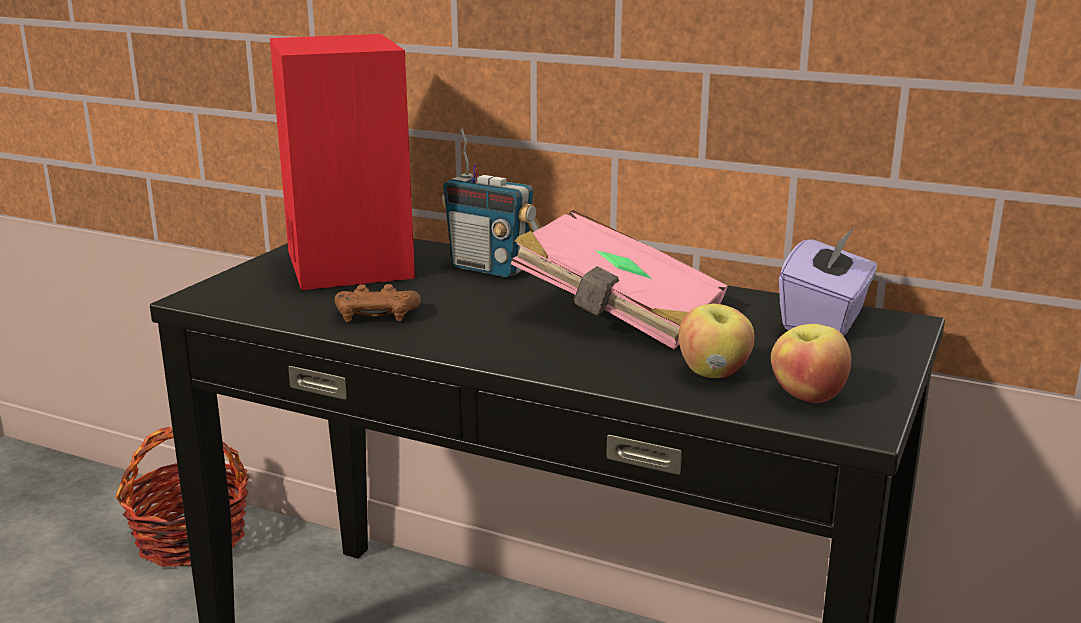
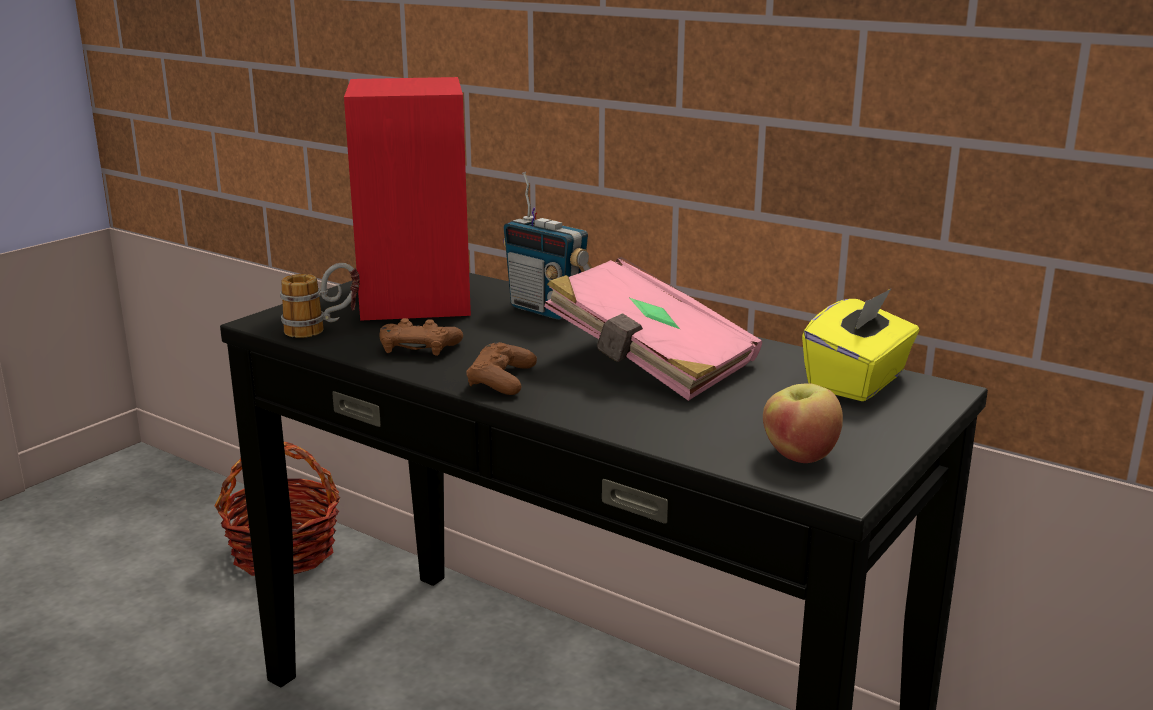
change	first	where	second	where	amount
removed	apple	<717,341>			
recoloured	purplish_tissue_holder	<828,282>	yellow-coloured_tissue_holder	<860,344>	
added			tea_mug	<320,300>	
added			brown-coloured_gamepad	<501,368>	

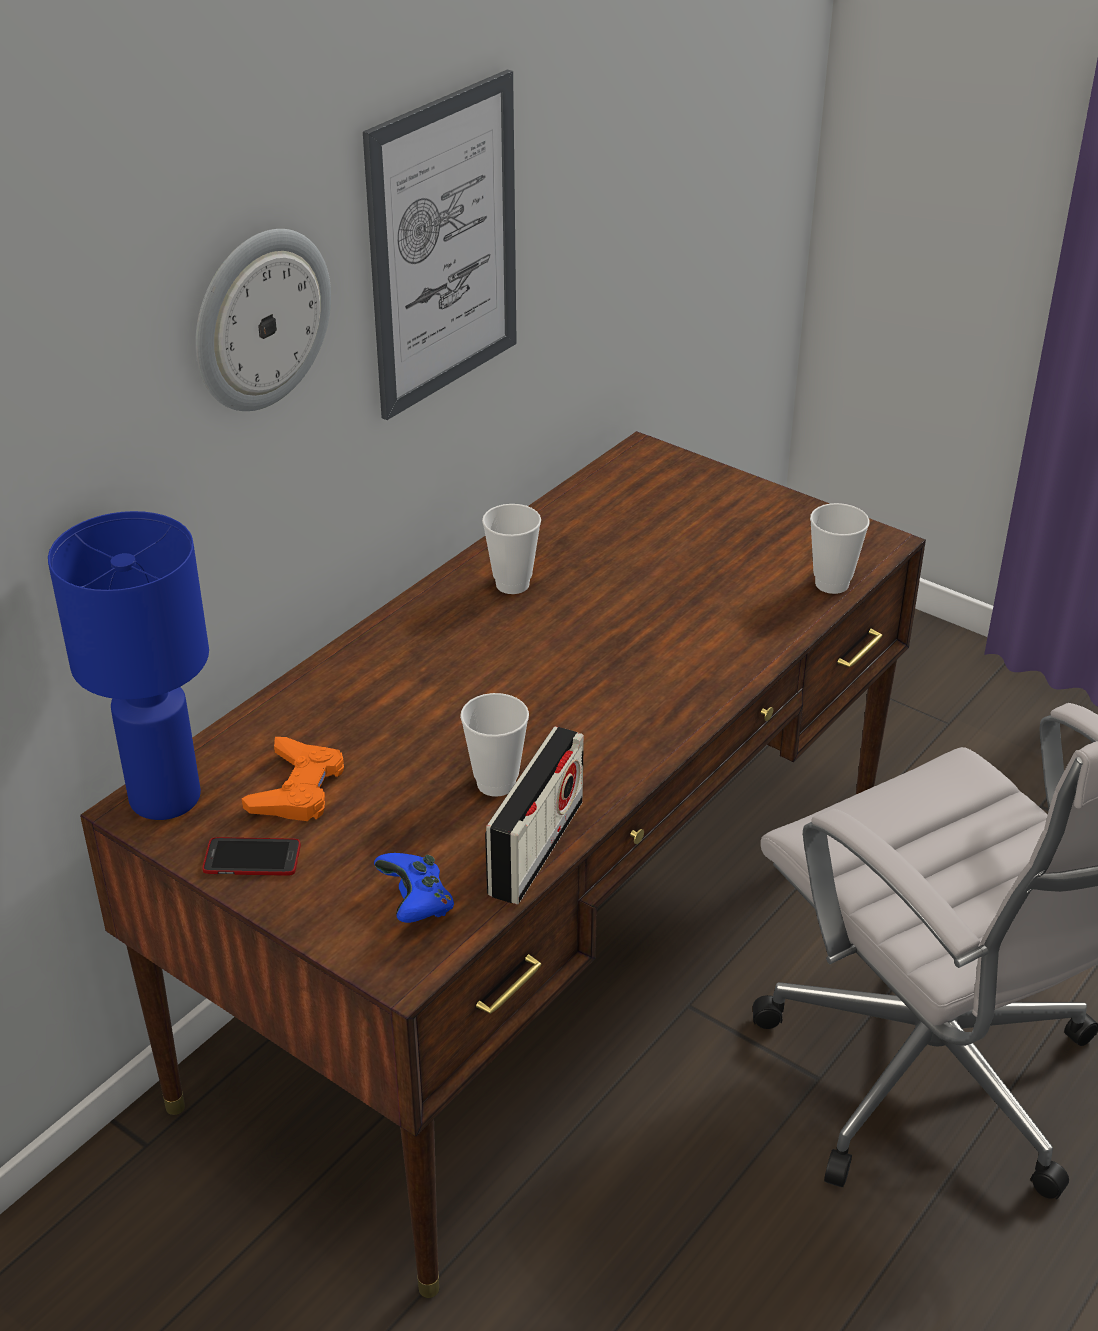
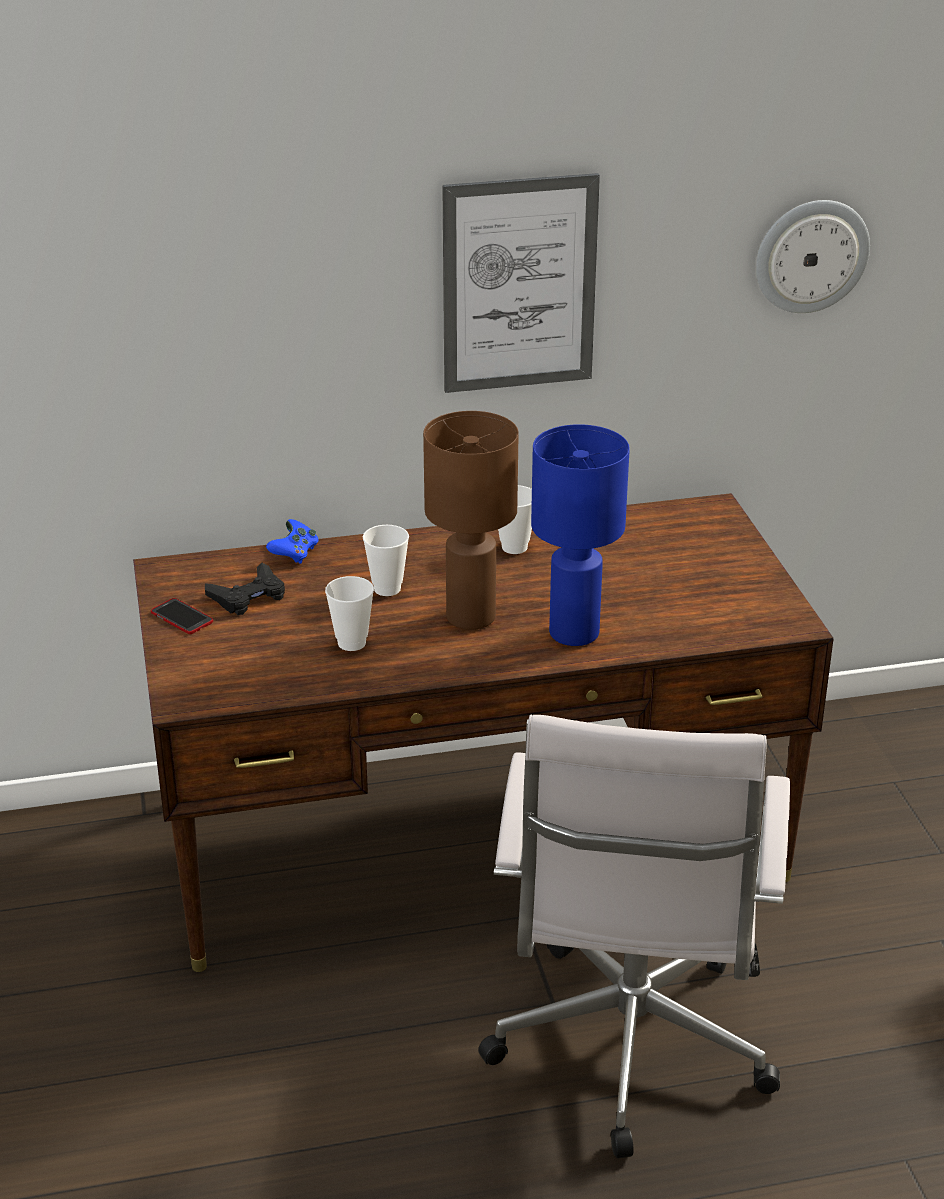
change	first	where	second	where	amount
moved	blue_lamp_for_a_table	<128,665>		<580,535>	
moved	hanging_clock	<263,320>		<813,256>	
recoloured	orangey_gamepad	<293,779>	black_gamepad	<245,589>	
moved	blue_gamepad	<414,888>		<292,541>	
removed	radio_set	<534,815>			
moved	small_cup	<840,548>		<386,560>	
added			brown-coloured_lamp_for_a_table	<471,520>	

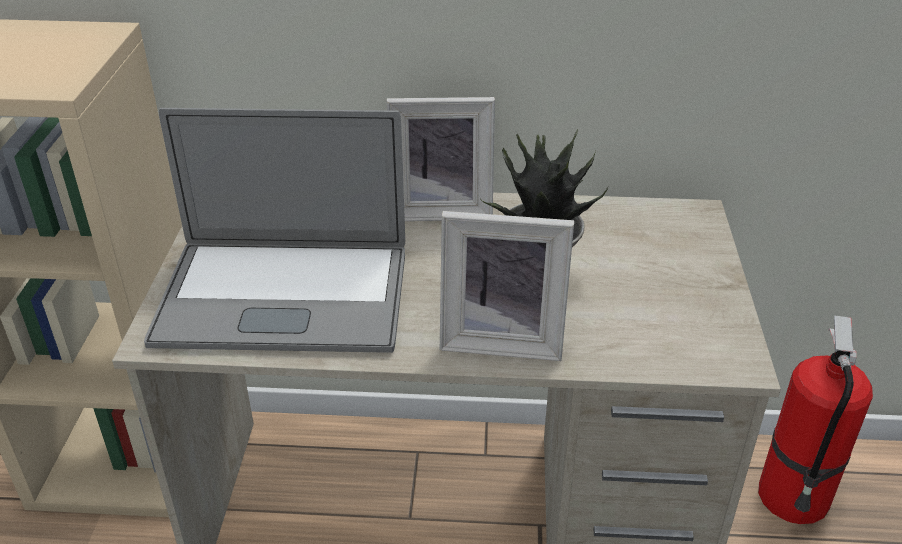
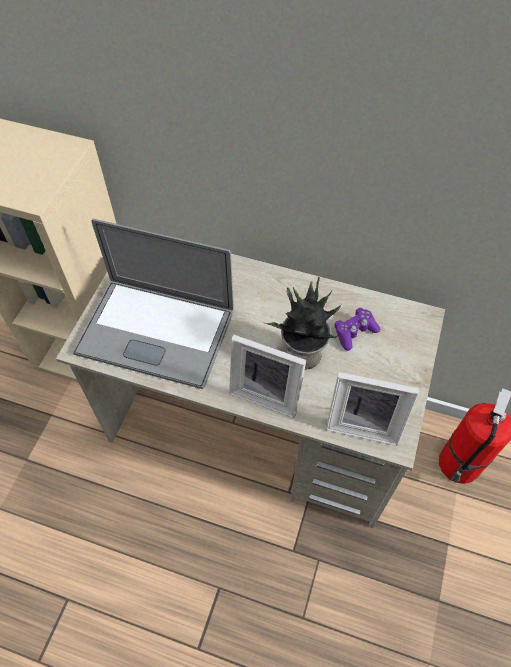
change	first	where	second	where	amount
moved	picture_frame	<441,159>		<372,409>	
added			purplish_gamepad	<357,329>	

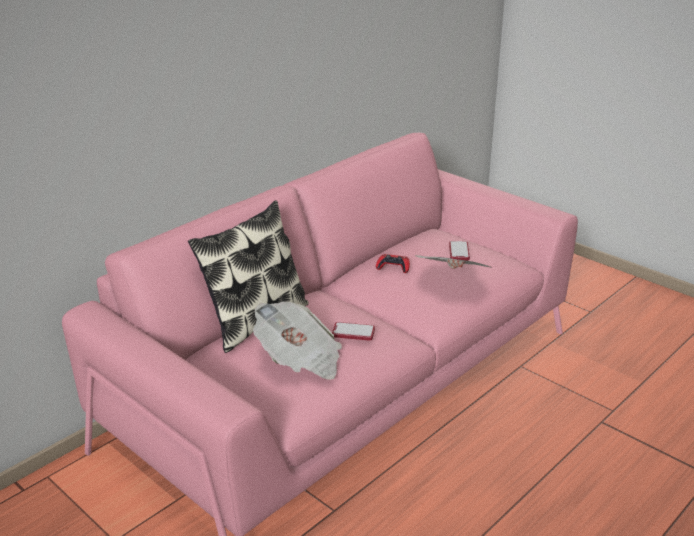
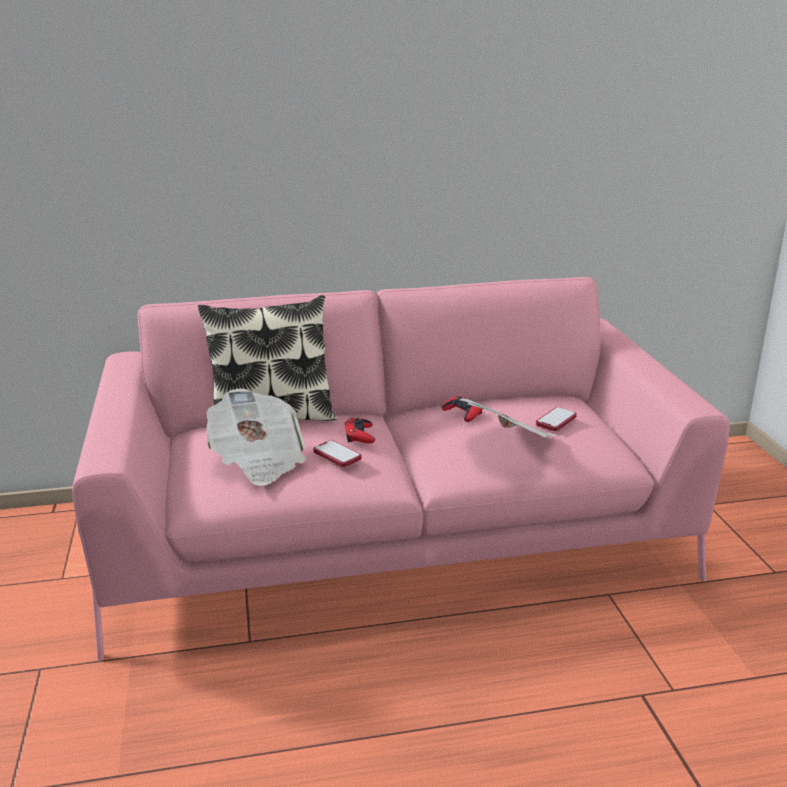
change	first	where	second	where	amount
added			reddish_gamepad	<360,431>	

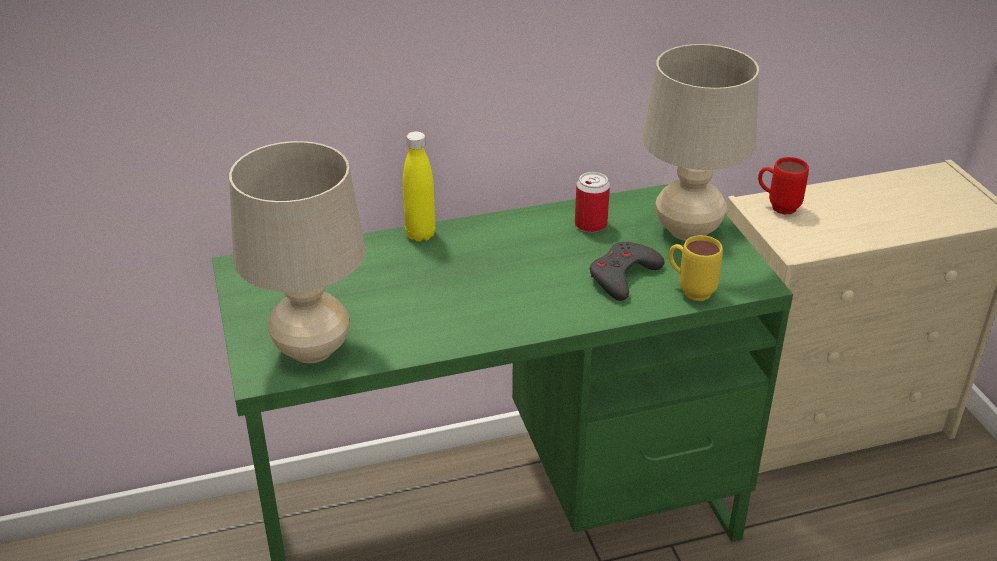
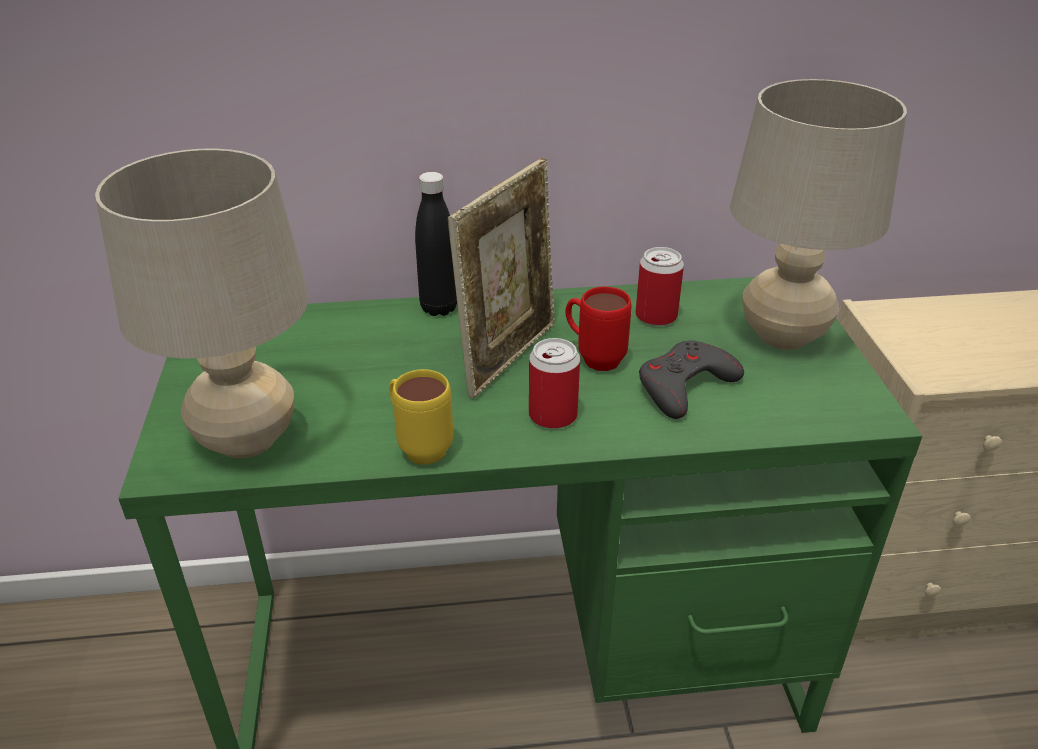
change	first	where	second	where	amount
recoloured	yellow-coloured_bottle	<419,186>	black_bottle	<436,244>	
moved	yellow-coloured_tea_mug	<696,268>		<421,417>	
moved	reddish_tea_mug	<783,185>		<599,329>	
added			picture_frame	<501,278>	
added			metal_can	<554,383>	

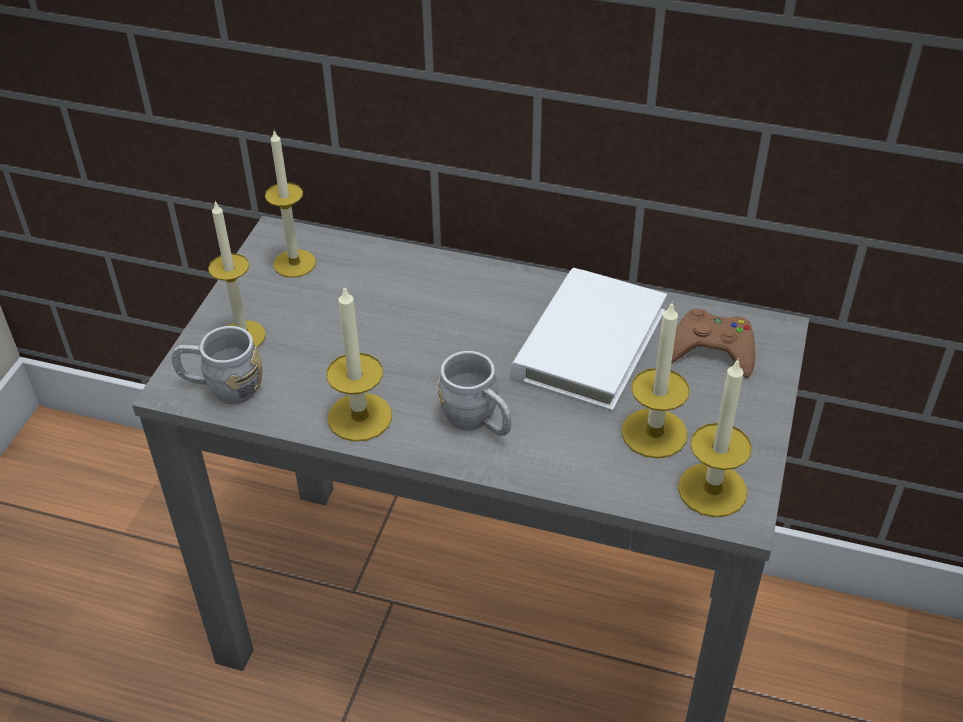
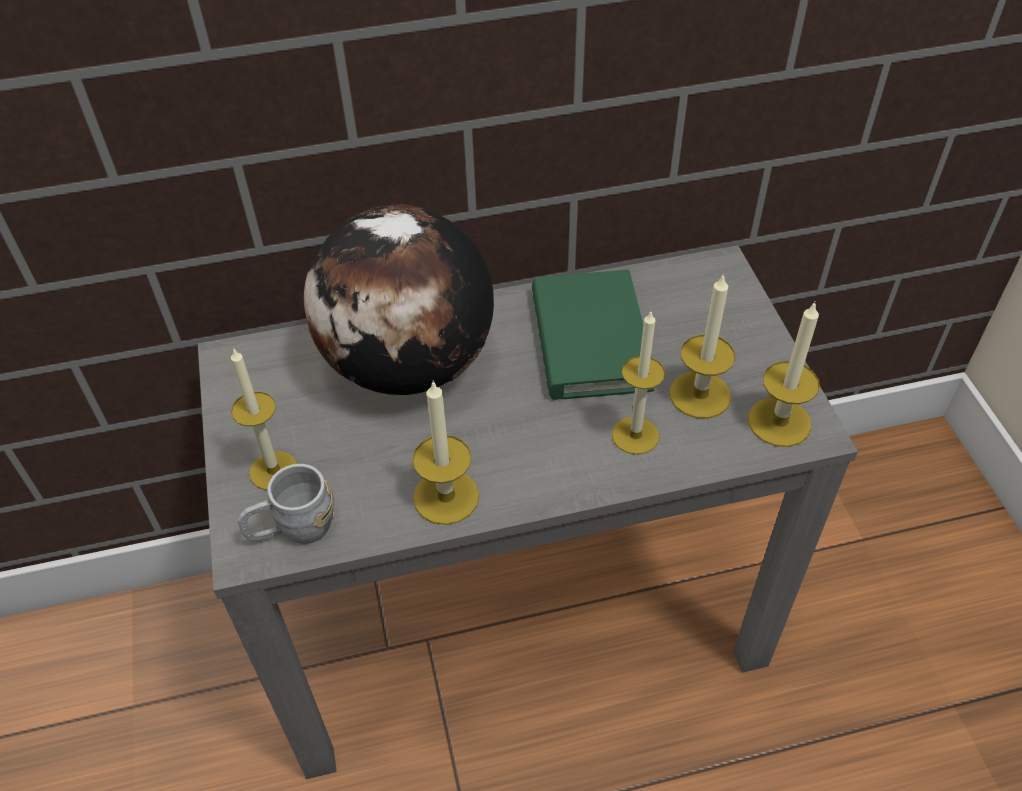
change	first	where	second	where	amount
moved	wax_candle	<290,204>		<638,383>	
removed	grey_tea_mug	<474,393>			
recoloured	whitish_volume	<588,339>	green-coloured_volume	<593,335>	
removed	brown-coloured_gamepad	<713,343>			
added			desk_globe	<399,300>	

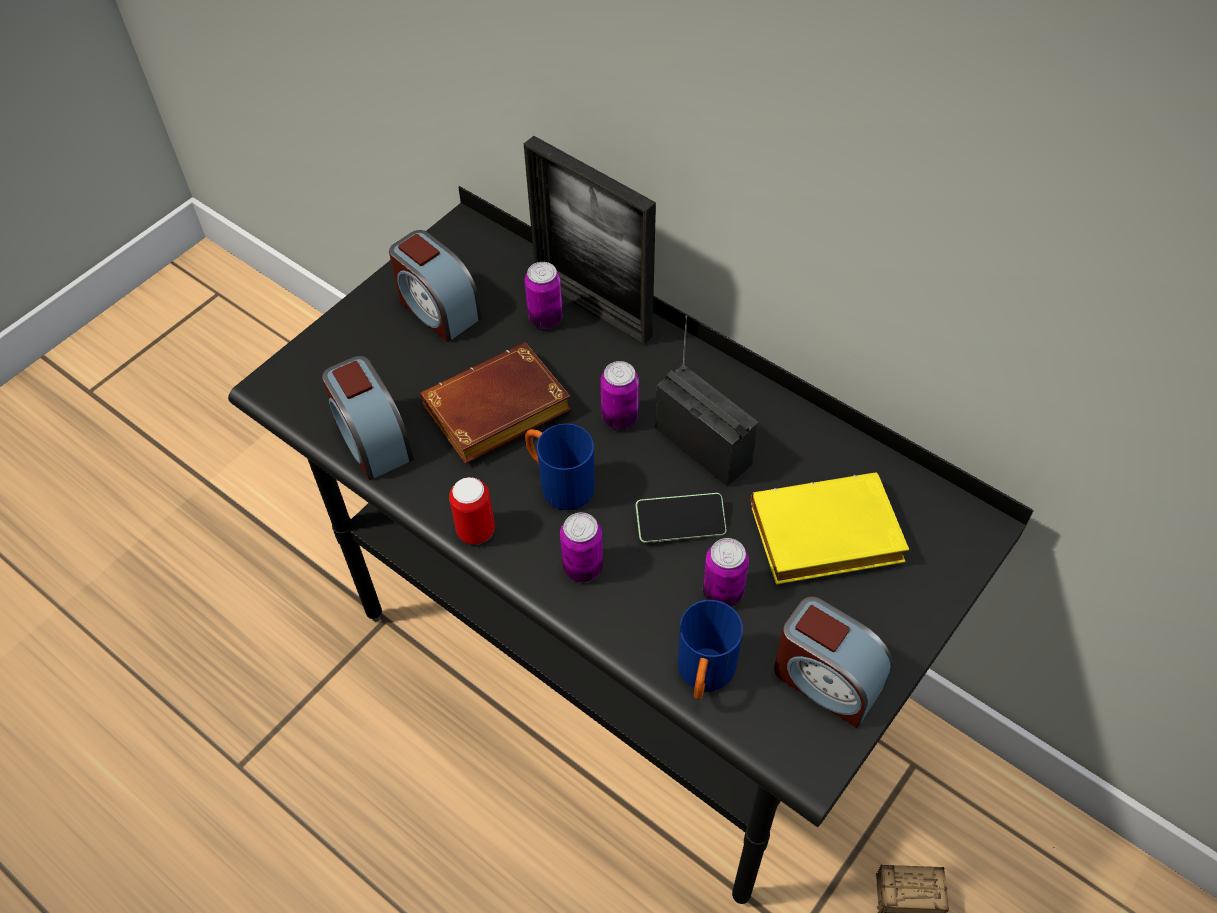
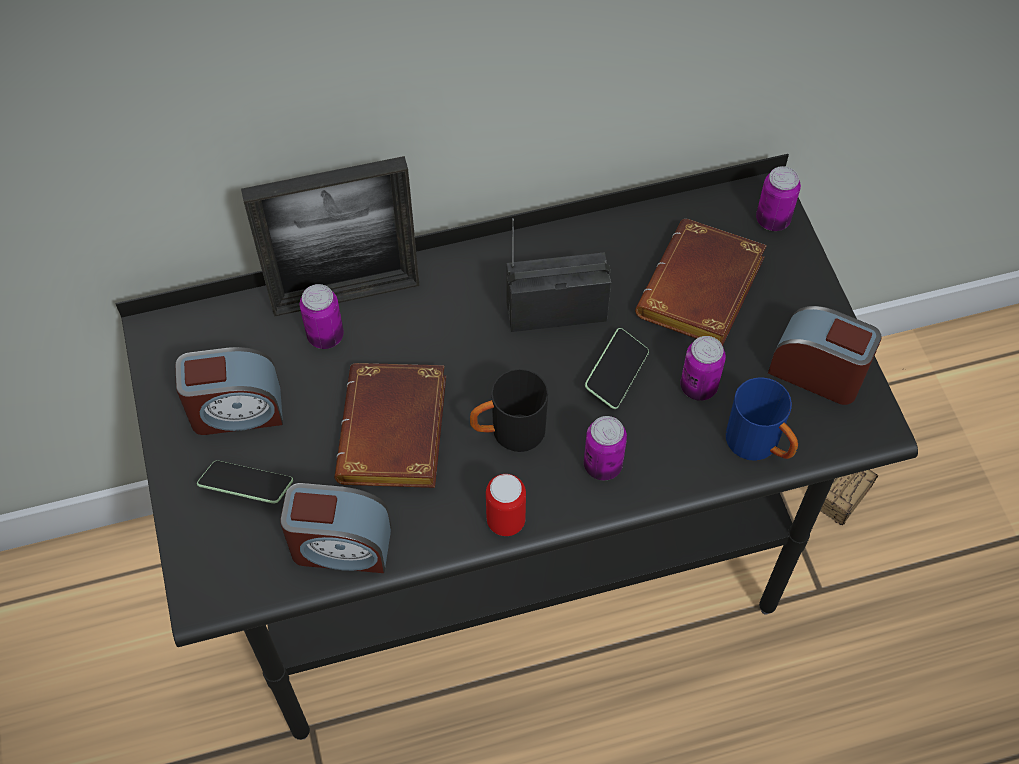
change	first	where	second	where	amount
recoloured	blue_tea_mug	<560,467>	black_tea_mug	<509,410>	
moved	metal_can	<619,395>		<778,198>	
recoloured	yellow-coloured_volume	<830,528>	brown-coloured_volume	<701,282>	
turned	table_clock	<833,662>		<825,355>	135 degrees counterclockwise
added			telephone	<245,482>	

